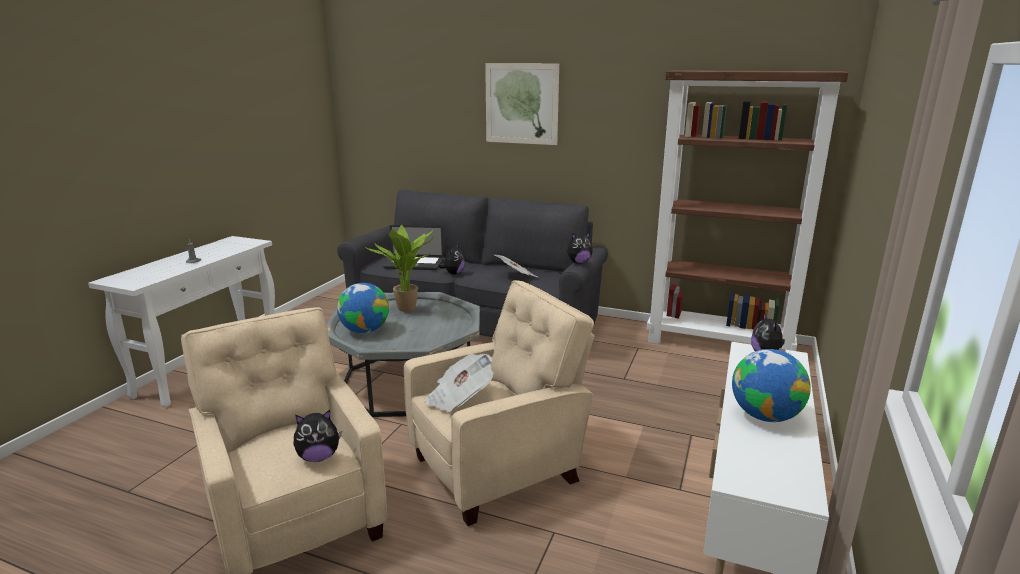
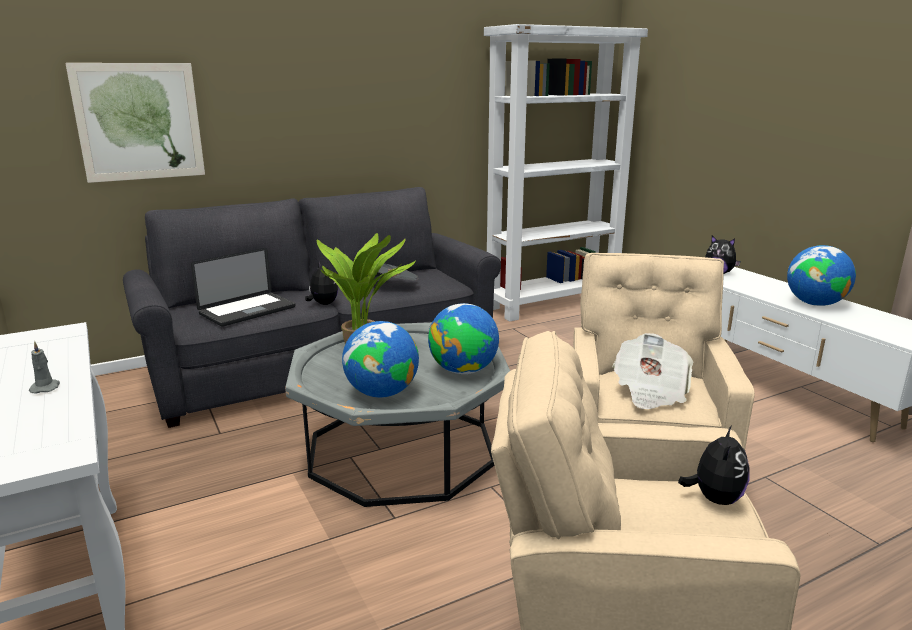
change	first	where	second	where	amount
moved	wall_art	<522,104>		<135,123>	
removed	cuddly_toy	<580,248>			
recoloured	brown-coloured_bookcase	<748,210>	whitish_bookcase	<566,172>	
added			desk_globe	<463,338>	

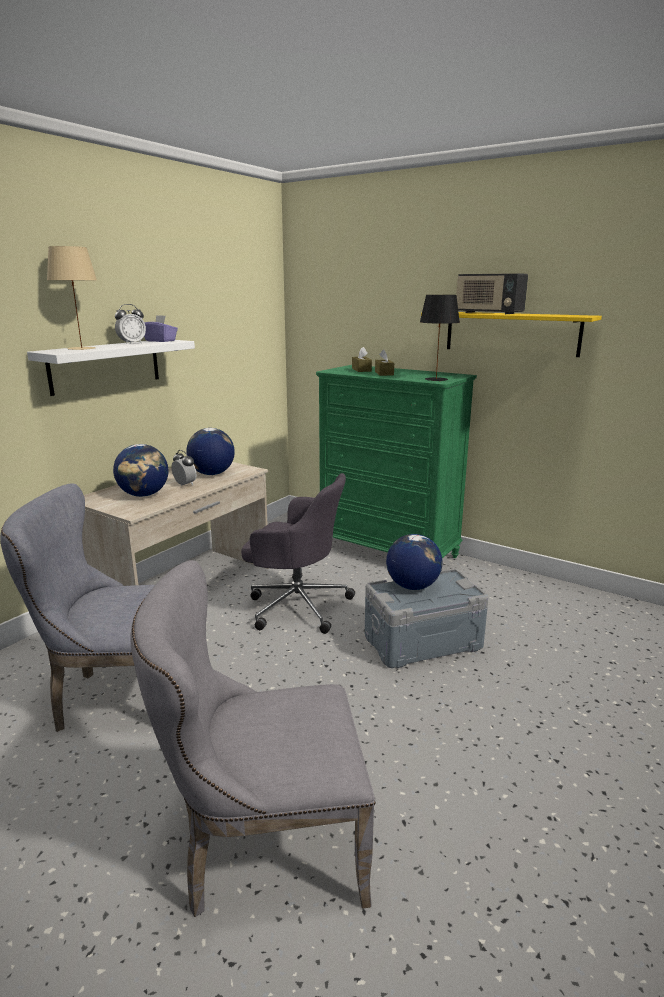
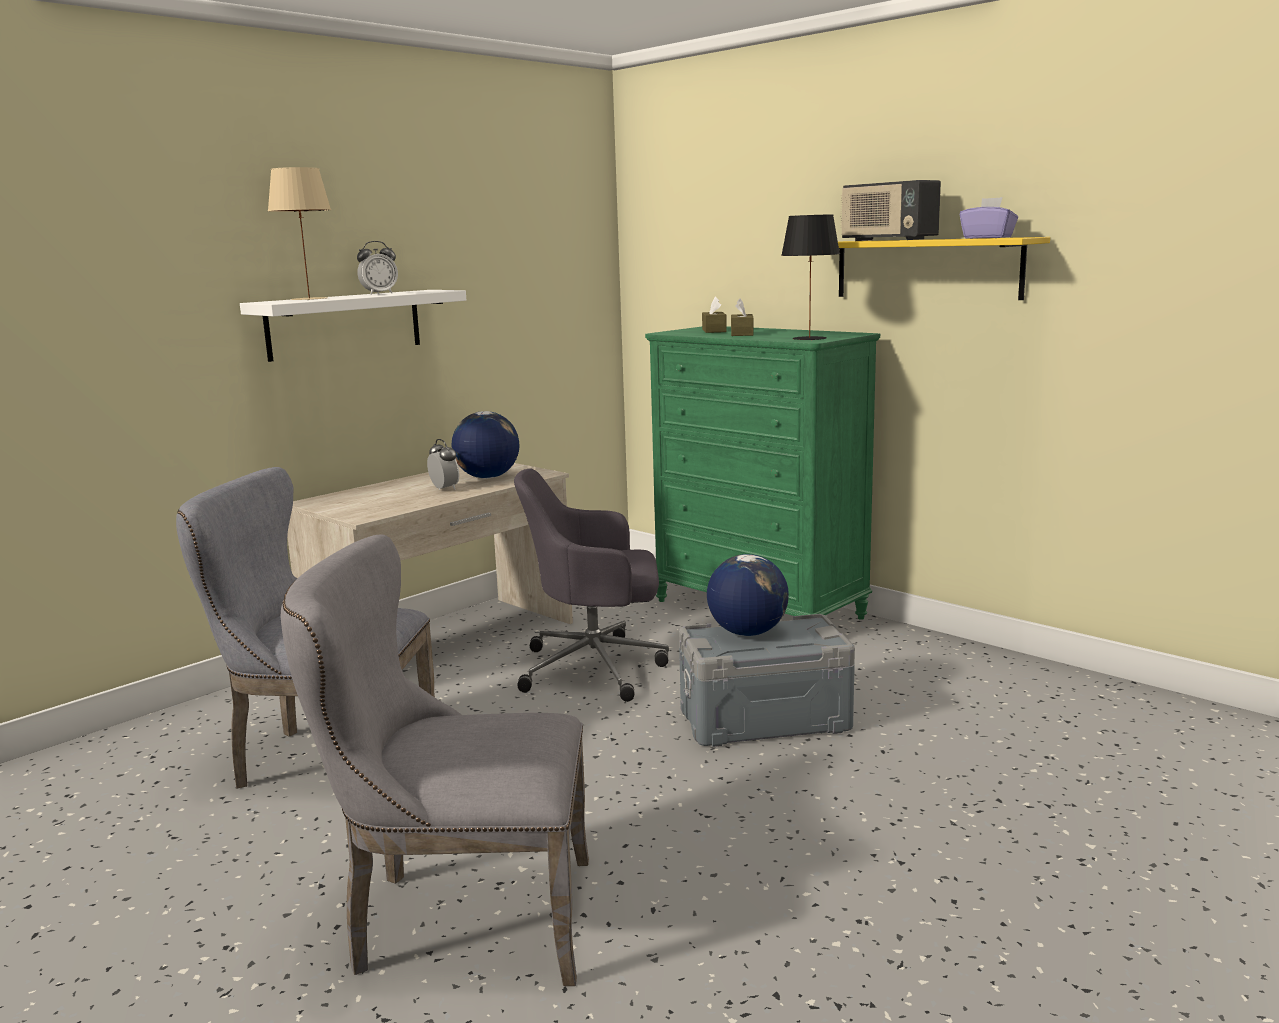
change	first	where	second	where	amount
removed	desk_globe	<141,470>			
moved	purplish_tissue_holder	<161,328>		<989,218>	
turned	grey_office_chair	<298,553>		<591,585>	150 degrees clockwise

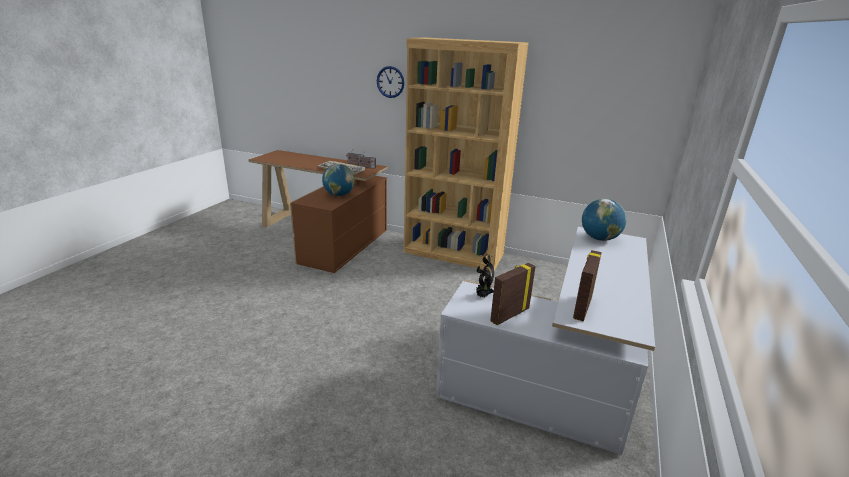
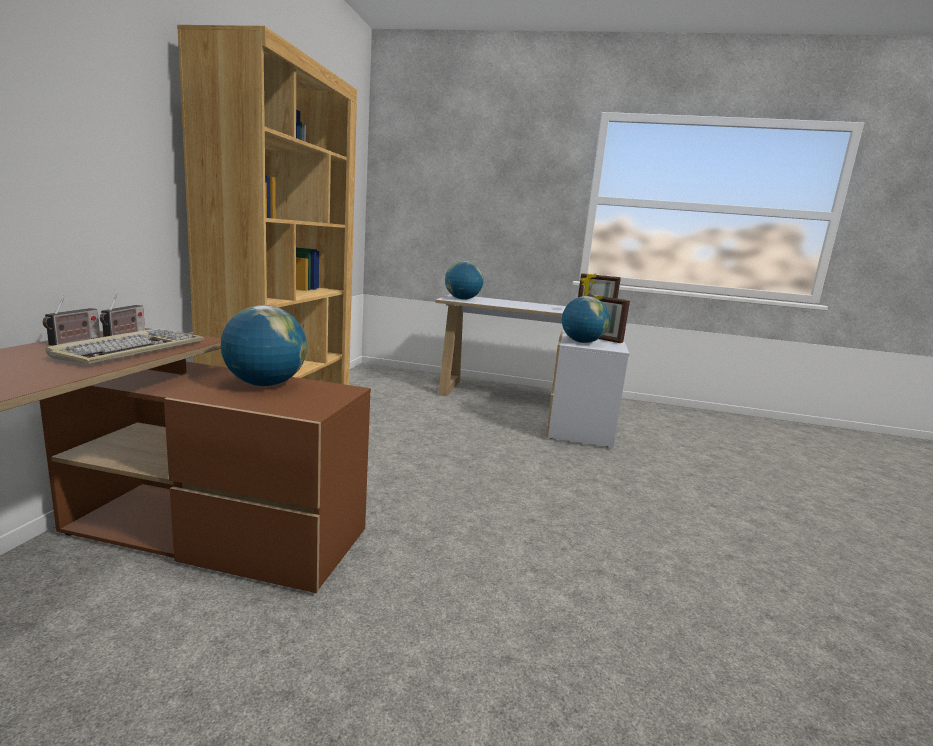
change	first	where	second	where	amount
removed	hanging_clock	<391,82>			
replaced	potted_plant	<485,276>	desk_globe	<586,319>	

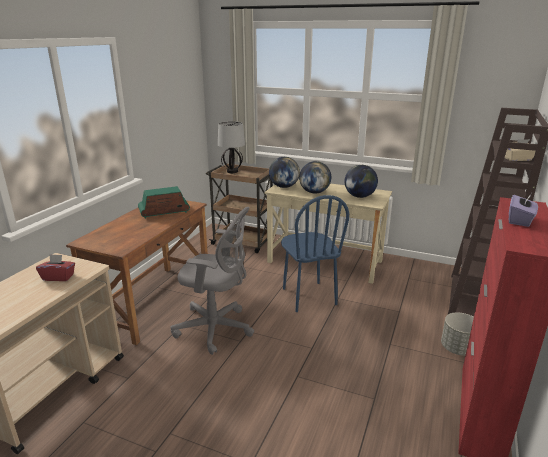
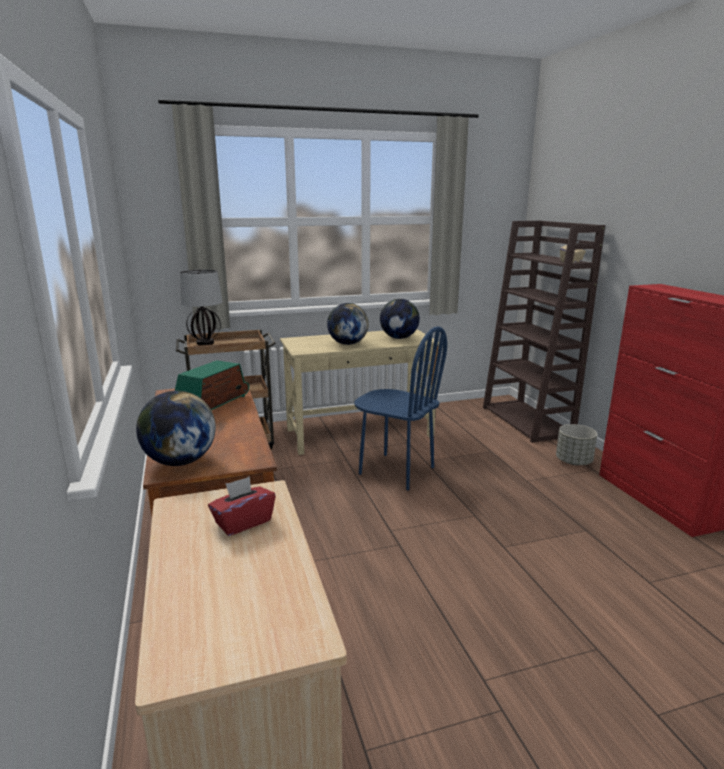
change	first	where	second	where	amount
removed	grey_office_chair	<212,281>			
moved	desk_globe	<284,172>		<176,428>	
removed	purplish_tissue_holder	<523,210>			

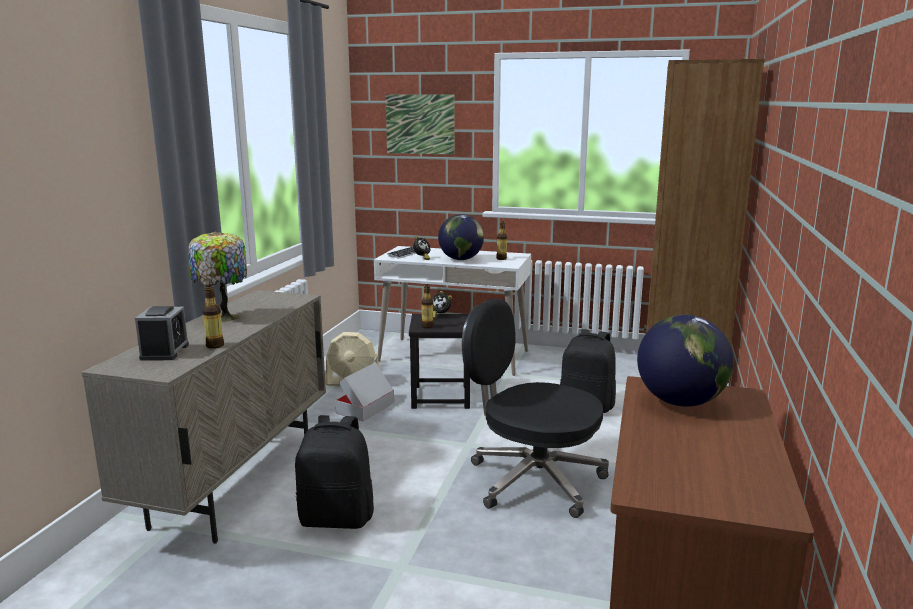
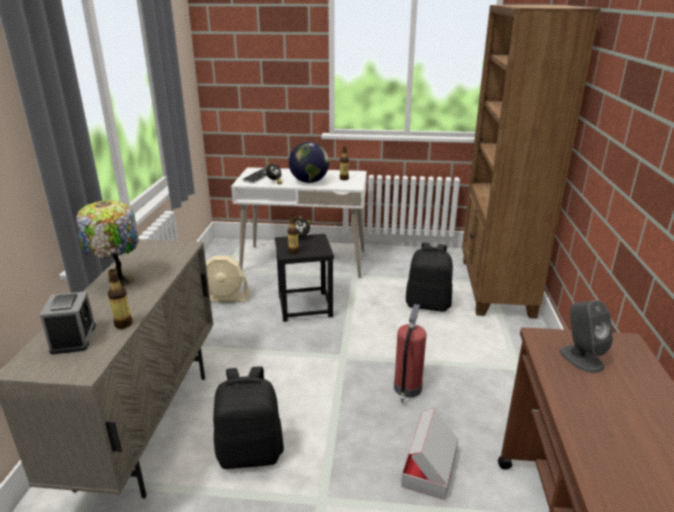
change	first	where	second	where	amount
moved	cardboard_box	<364,391>		<429,454>	
removed	wall_art	<420,124>			
replaced	black_office_chair	<535,408>	fire-fighting_cylinder	<410,353>	
replaced	desk_globe	<685,361>	grey_speaker	<586,336>	

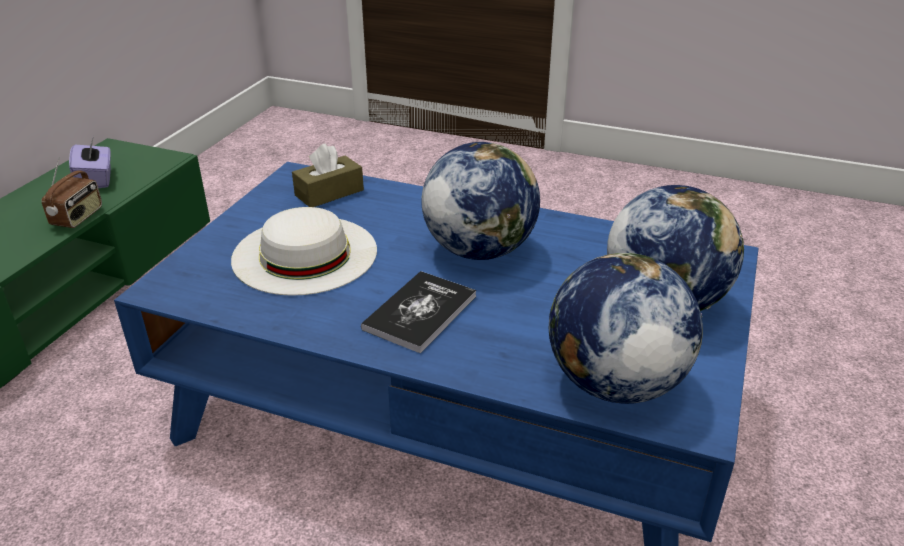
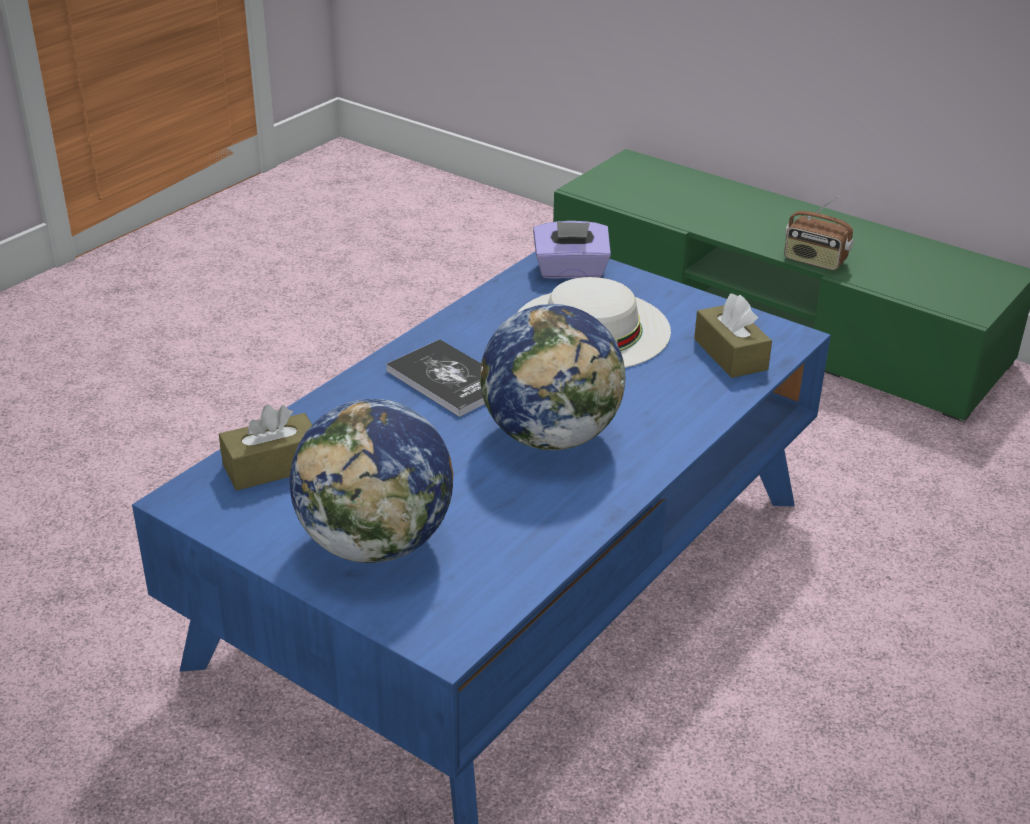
change	first	where	second	where	amount
moved	purplish_tissue_holder	<90,162>		<572,250>	
replaced	desk_globe	<626,328>	brown-coloured_tissue_holder	<265,448>	

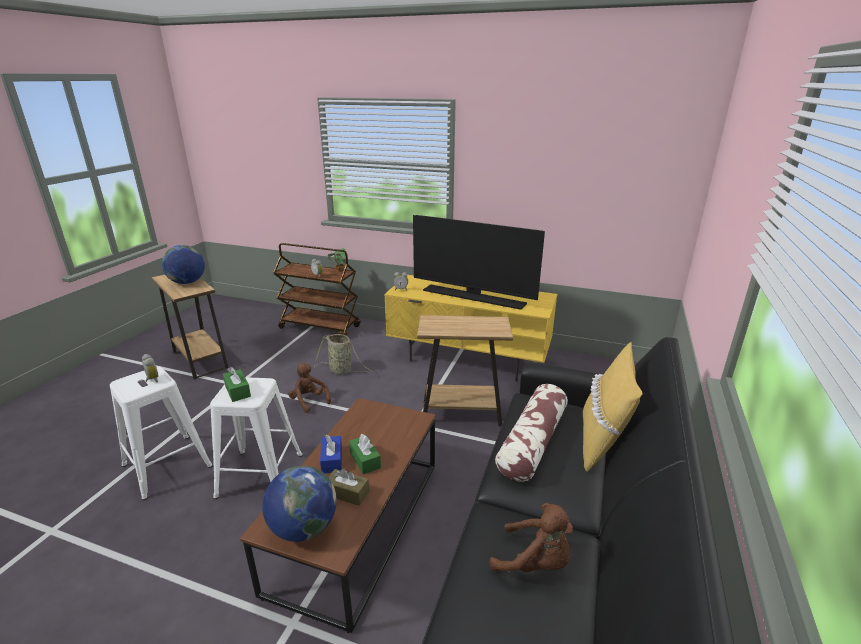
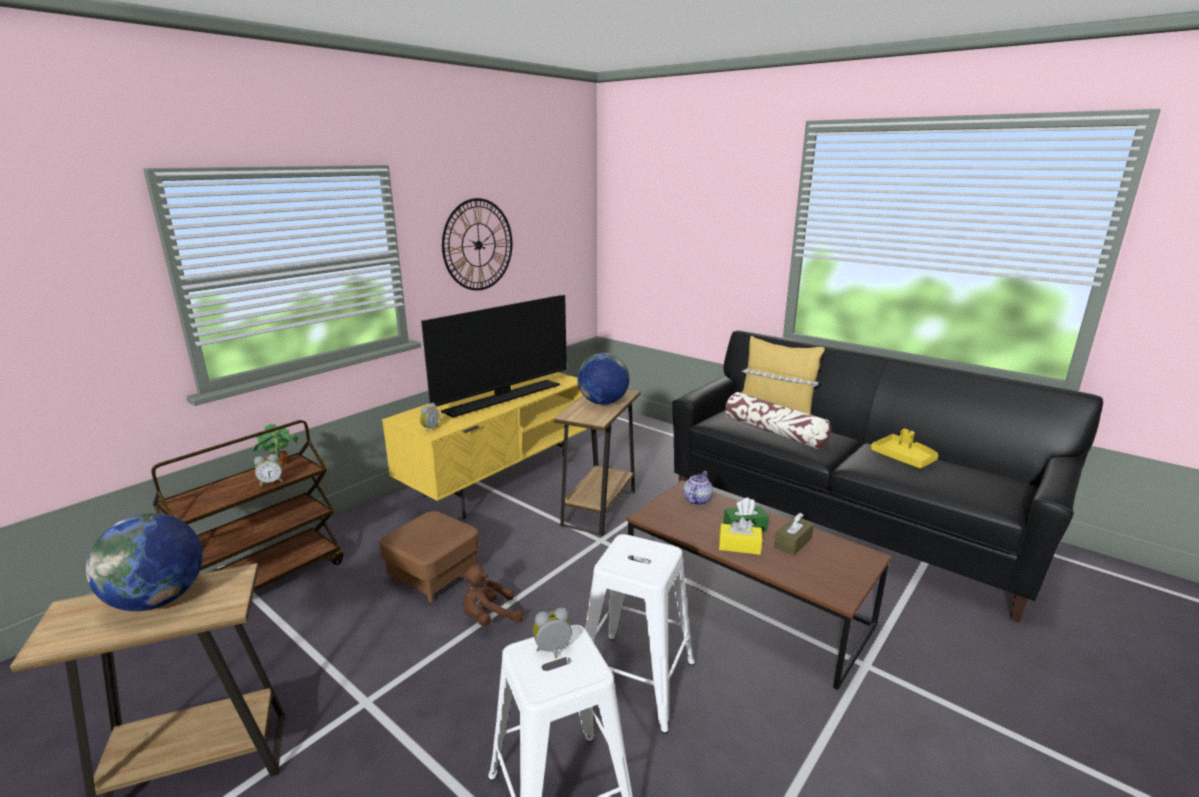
change	first	where	second	where	amount
removed	green-coloured_tissue_holder	<237,384>			
moved	desk_globe	<299,504>		<603,379>	
replaced	basket	<343,354>	brown-coloured_footrest	<429,557>	
recoloured	blue_tissue_holder	<331,454>	yellow-coloured_tissue_holder	<740,536>	
replaced	brown-coloured_cuddly_toy	<531,537>	yellow-coloured_serving_tray	<904,448>	
added			hanging_clock	<477,244>	
added			pot_for_tea	<698,488>	

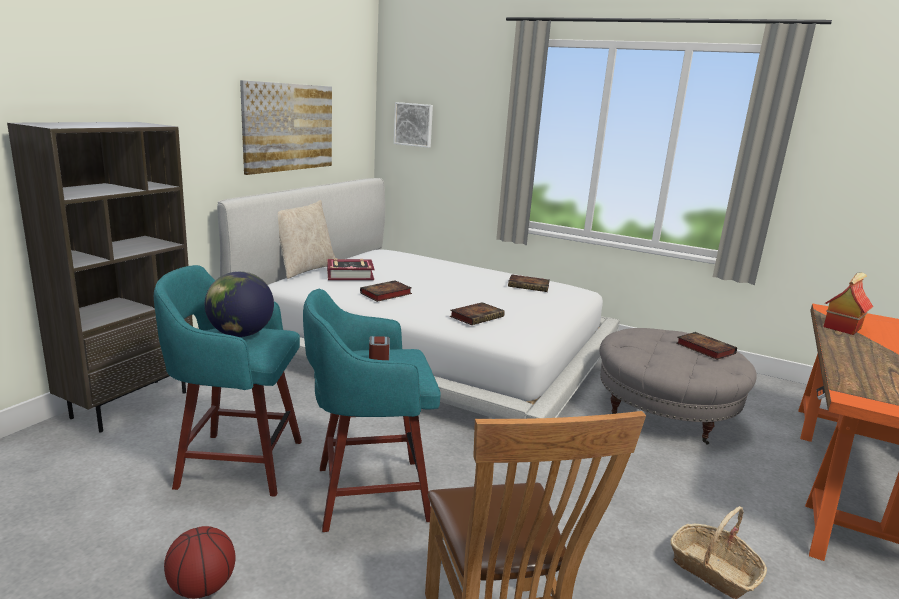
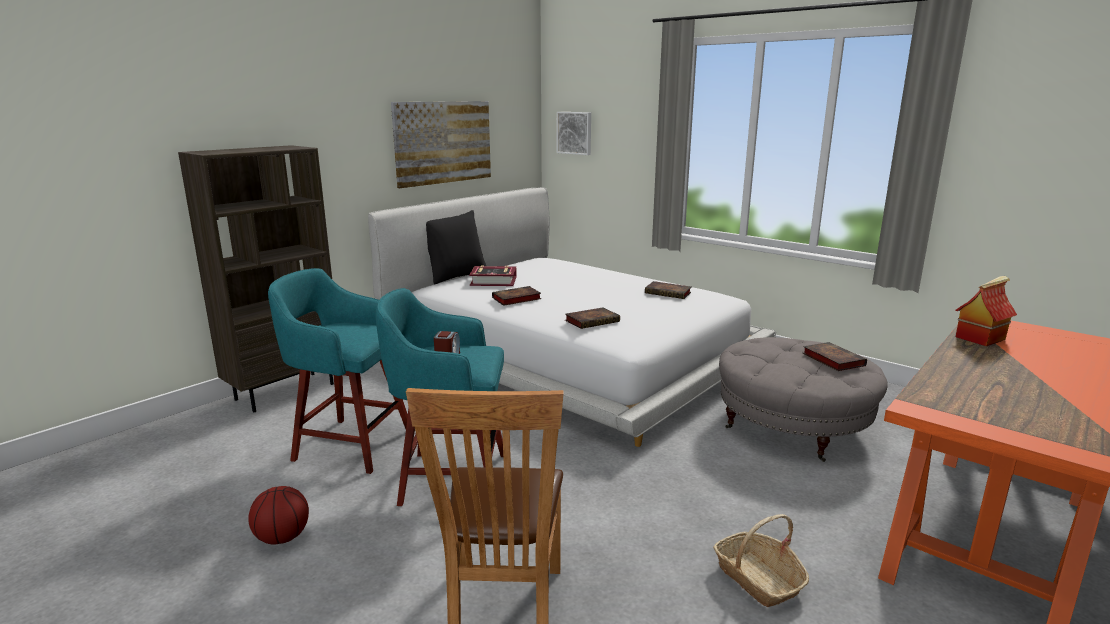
change	first	where	second	where	amount
removed	desk_globe	<239,304>			
recoloured	beige_throw_pillow	<306,239>	black_throw_pillow	<456,247>	

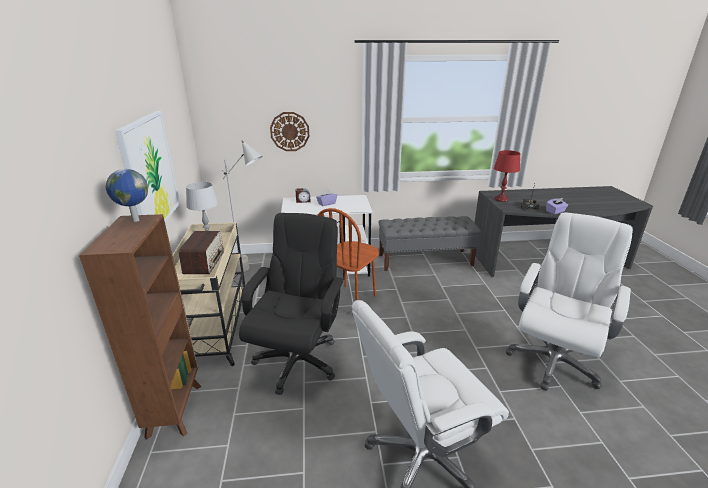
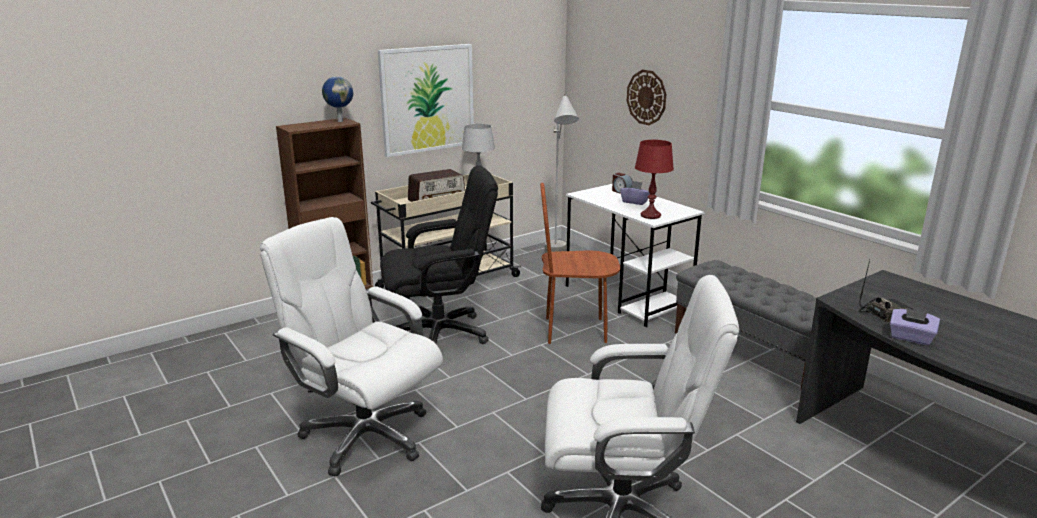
change	first	where	second	where	amount
moved	reddish_lamp_for_a_table	<507,176>		<654,179>	

